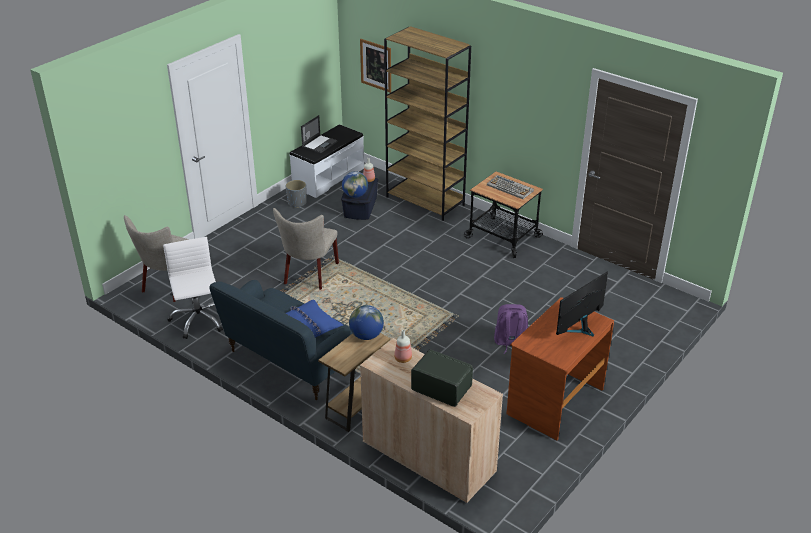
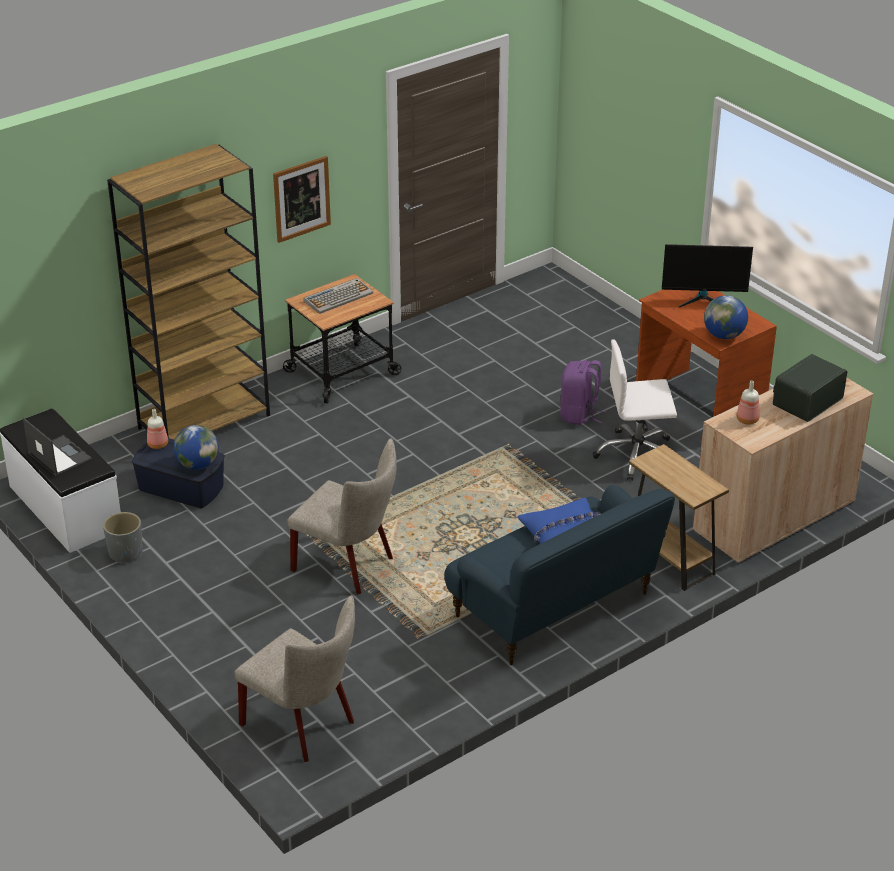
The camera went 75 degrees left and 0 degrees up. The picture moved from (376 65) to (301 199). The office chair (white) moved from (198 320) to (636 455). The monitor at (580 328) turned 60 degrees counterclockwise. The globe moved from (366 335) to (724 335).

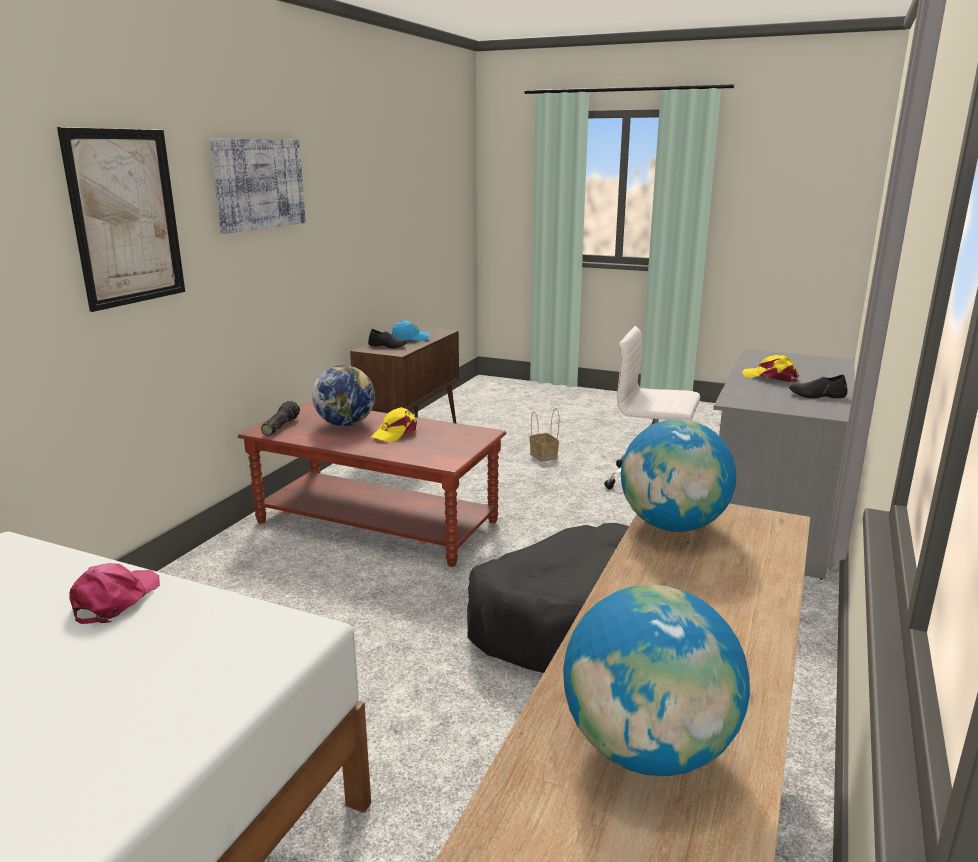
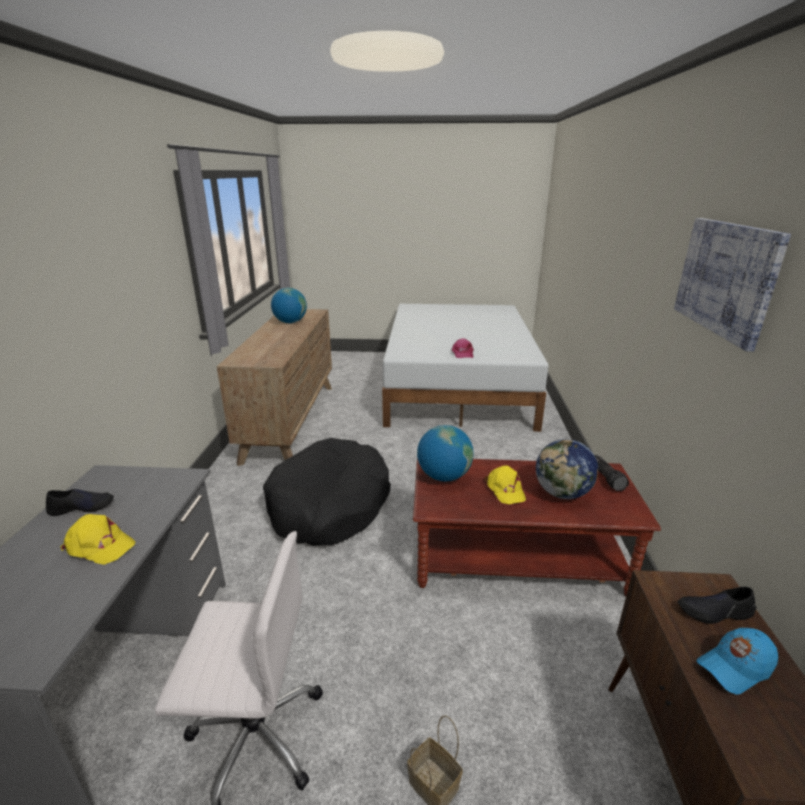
The camera went 160 degrees right and 5 degrees up. The globe moved from (673 525) to (443 476). The cap (yellow) at (395 433) turned 150 degrees clockwise. The picture at (126 217) disappeared.

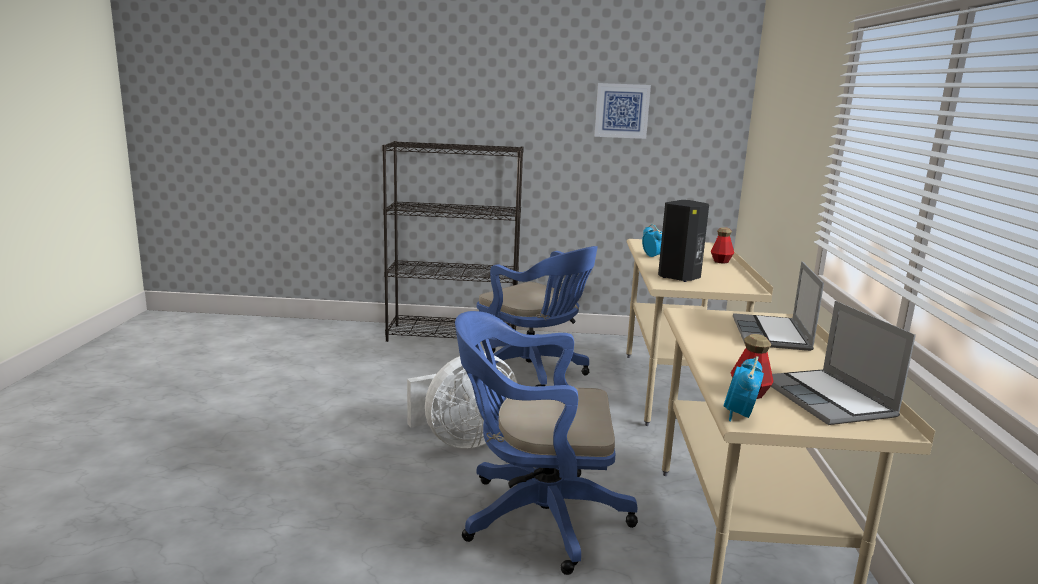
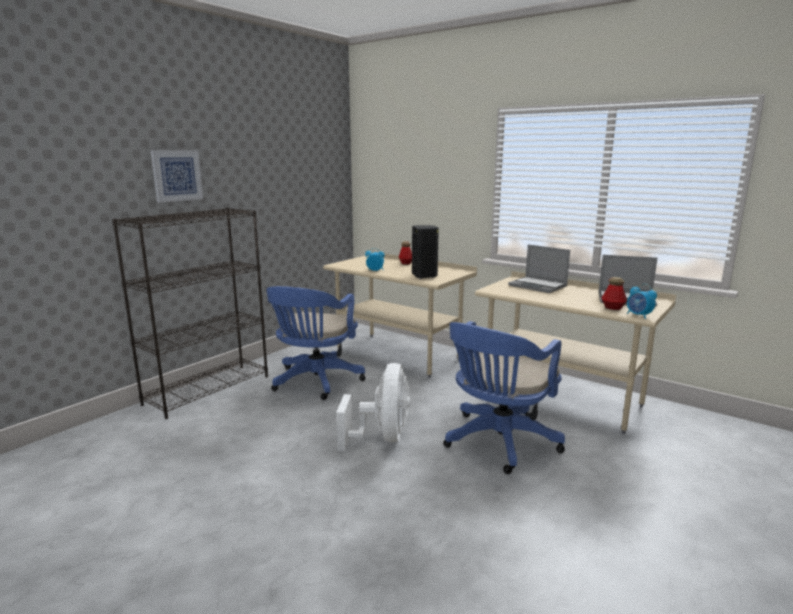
The camera went 55 degrees left and 0 degrees up. The picture moved from (621 111) to (177 175). The office chair (blue) at (534 371) turned 120 degrees clockwise.

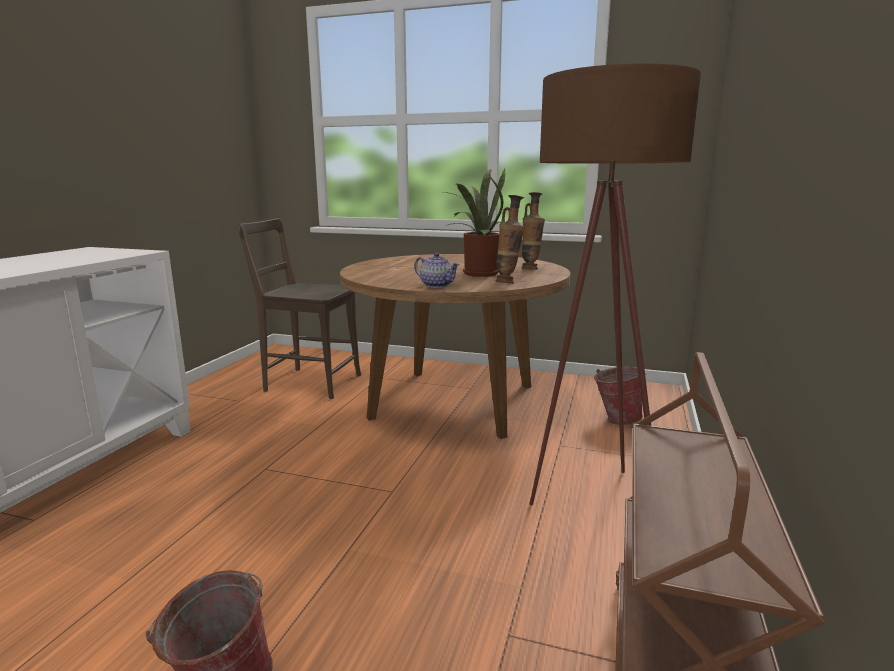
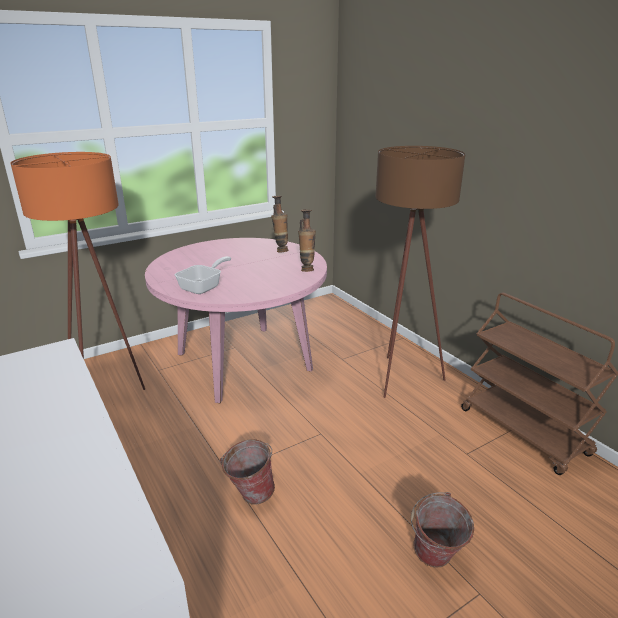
The camera went 50 degrees left and 10 degrees up. The chair (brown) at (308 382) was replaced by the floor lamp (orange) at (110 402). The dining table (brown) at (454 401) became the dining table (pink) at (243 361). The frying pan at (204 287) appeared. The bucket moved from (615 419) to (249 495). The teapot at (437 285) disappeared. The potted plant at (477 273) disappeared.

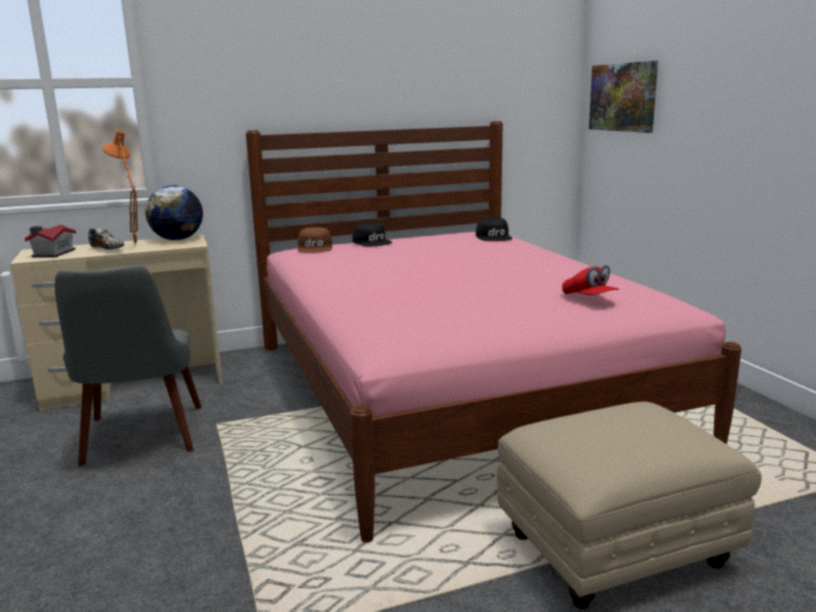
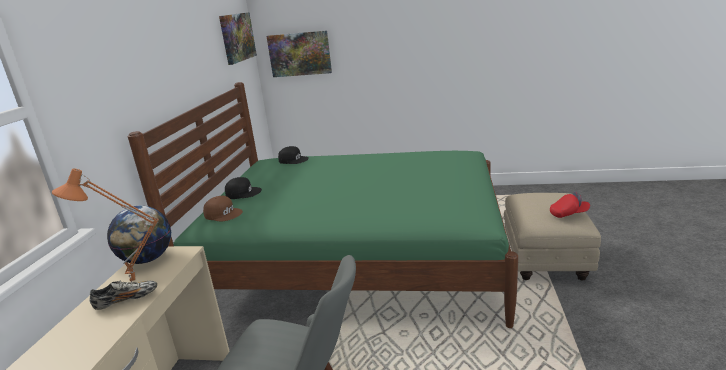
The camera went 60 degrees left and 5 degrees up. The bed (pink) at (451 392) became the bed (green) at (358 260). The picture at (237 37) appeared. The cap (red) moved from (589 298) to (569 214). The toy house at (52 253) disappeared.

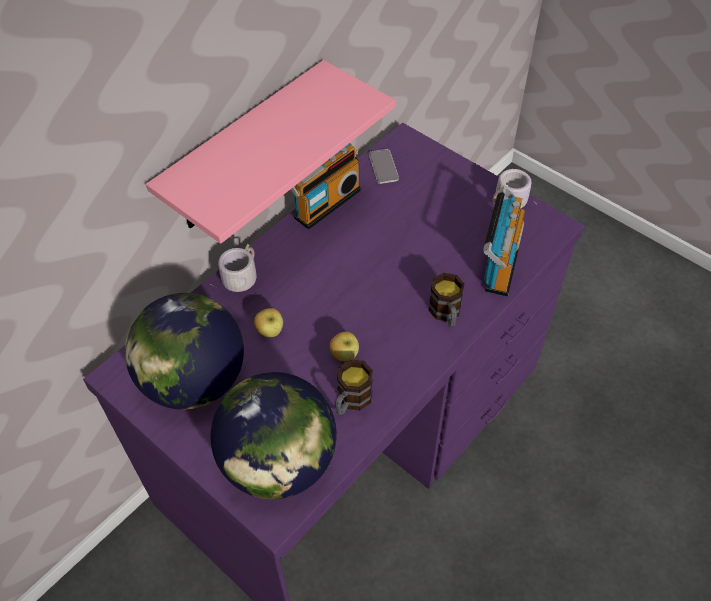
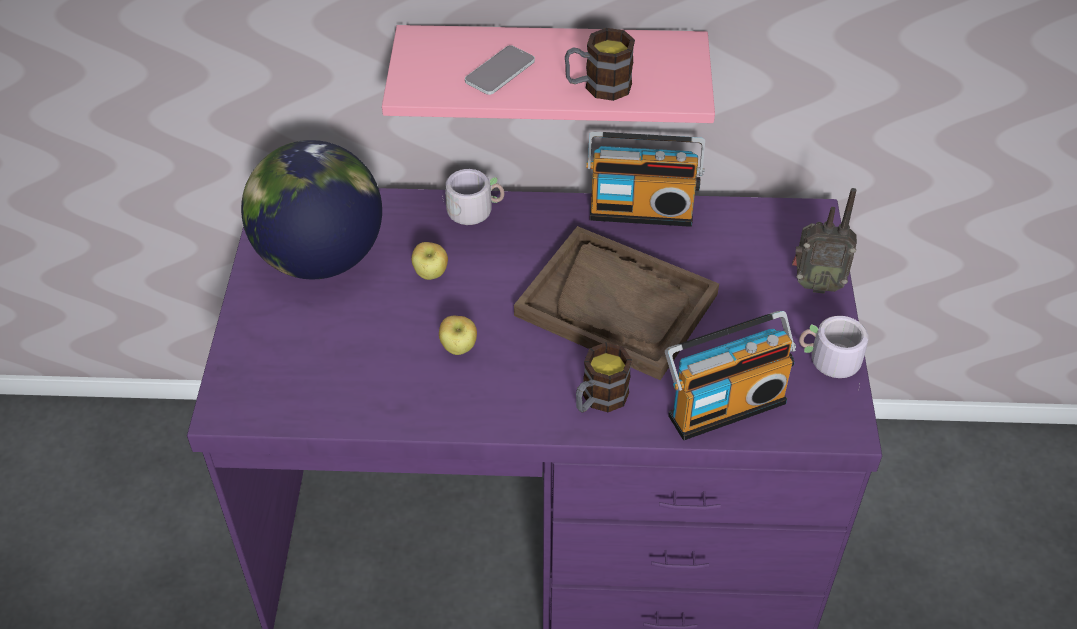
The camera went 50 degrees right and 5 degrees down. The phone moved from (383 167) to (500 71). The tray (brown) at (617 305) appeared. The mug moved from (351 401) to (598 86). The radio at (815 284) appeared. The globe at (279 463) disappeared.

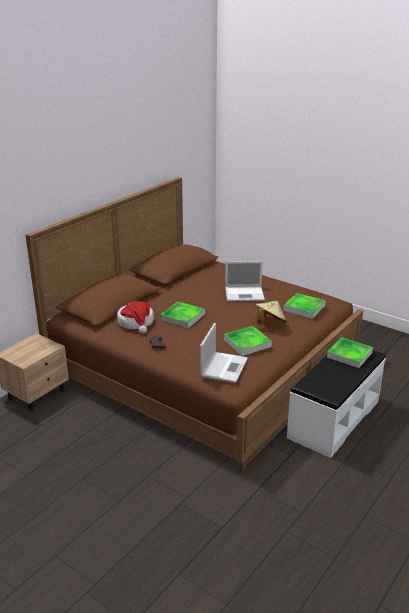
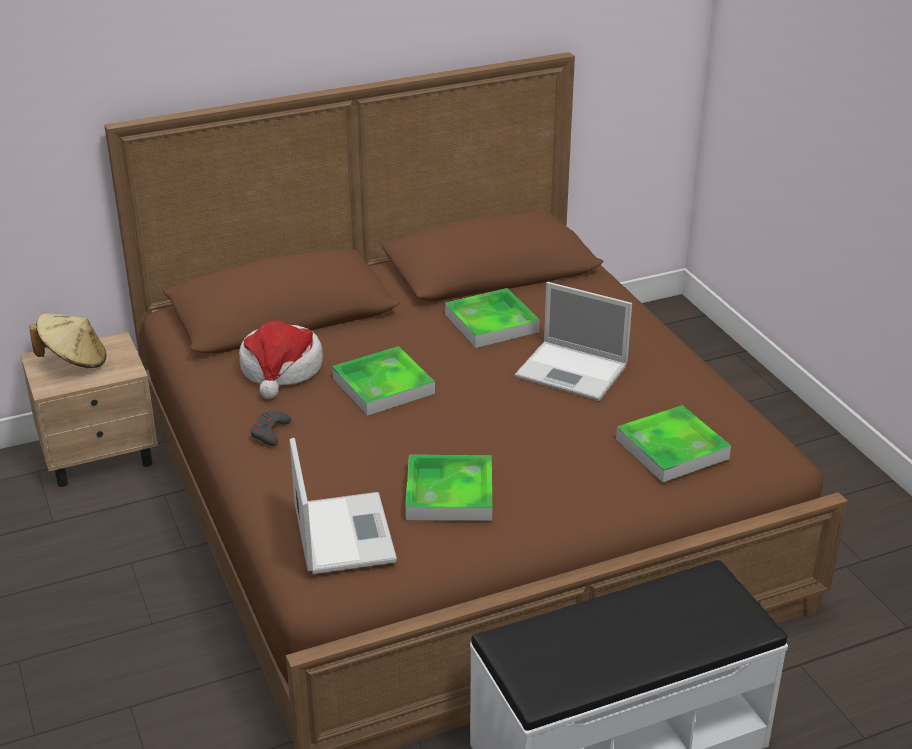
The camera went 30 degrees right and 5 degrees up. The hat (beige) moved from (269 323) to (74 361). The laptop at (224 367) turned 60 degrees counterclockwise. The tray moved from (349 355) to (491 323).

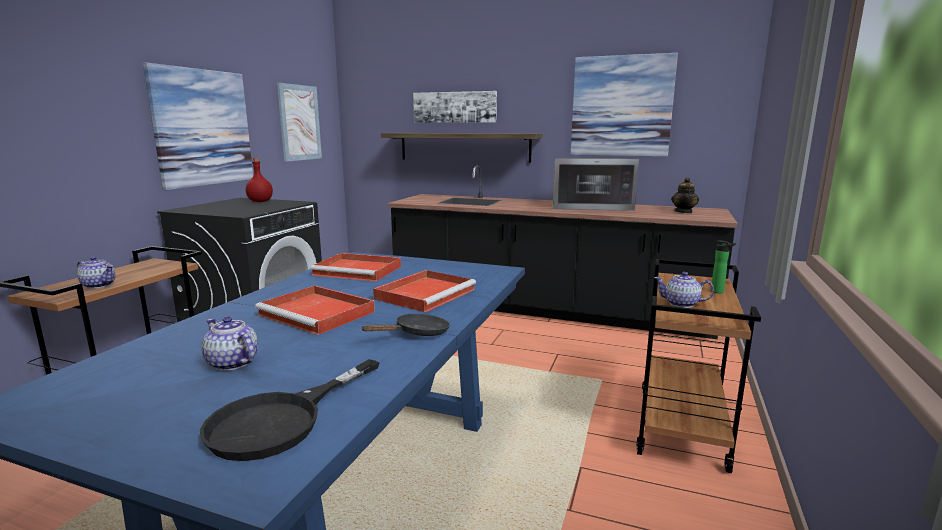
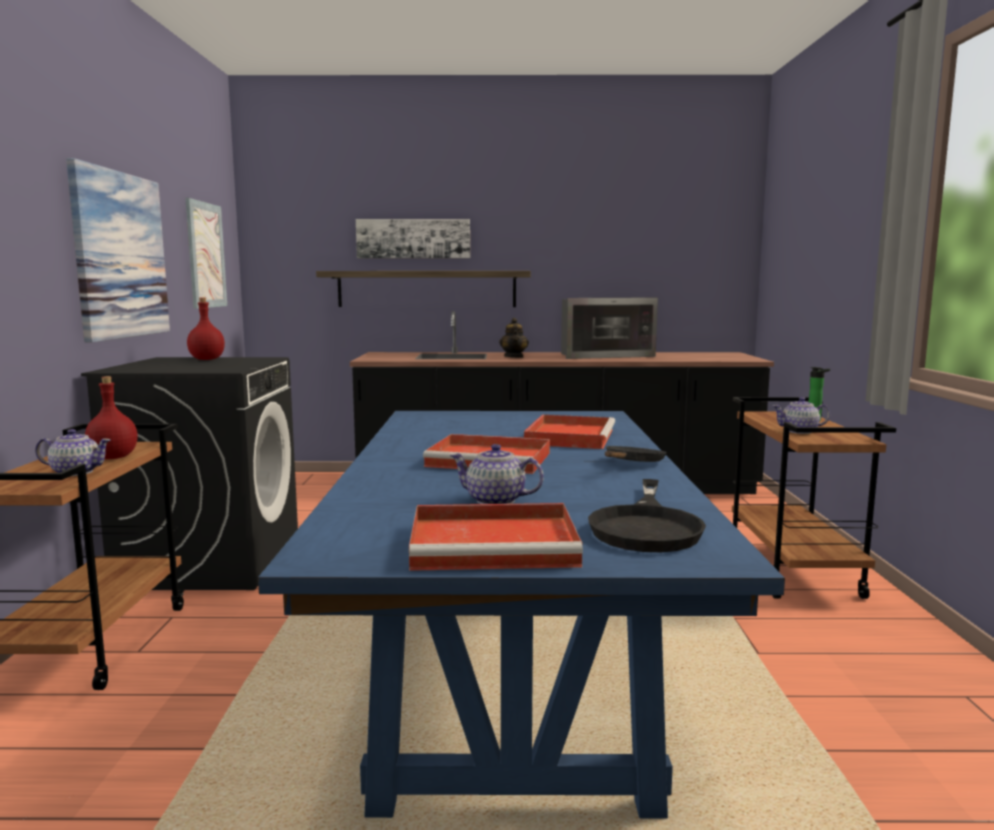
The camera went 20 degrees left and 5 degrees down. The bottle (red) at (114 457) appeared. The tray (red) moved from (359 270) to (497 544). The teapot moved from (683 212) to (514 357). The picture at (621 106) disappeared.

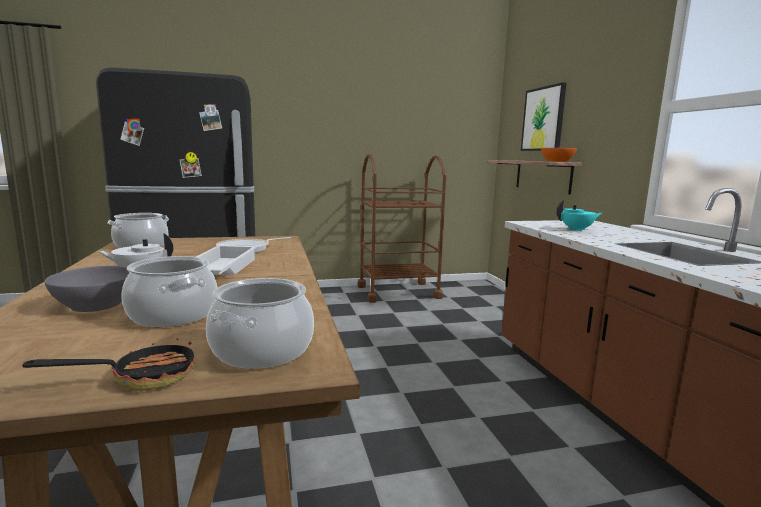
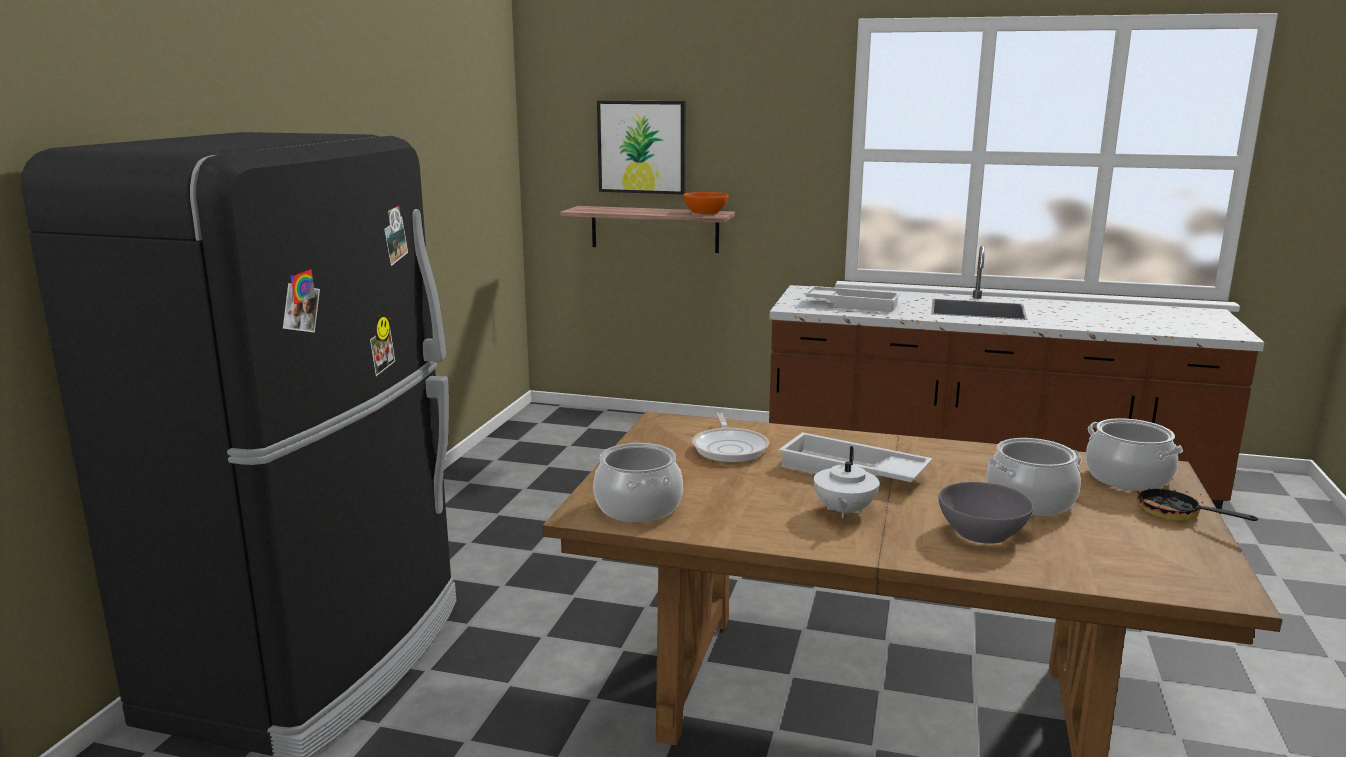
The camera went 60 degrees left and 5 degrees up. The teapot (turquoise) at (577 229) was replaced by the tray (white) at (852 304). The frying pan at (141 377) turned 45 degrees counterclockwise. The cart (brown) at (398 292) disappeared.

